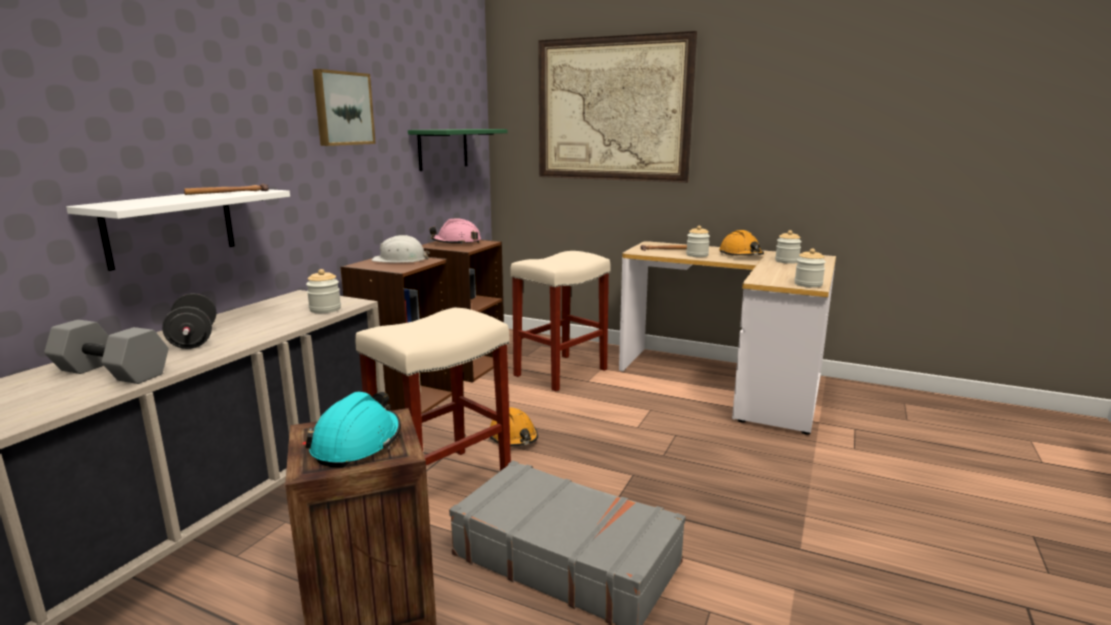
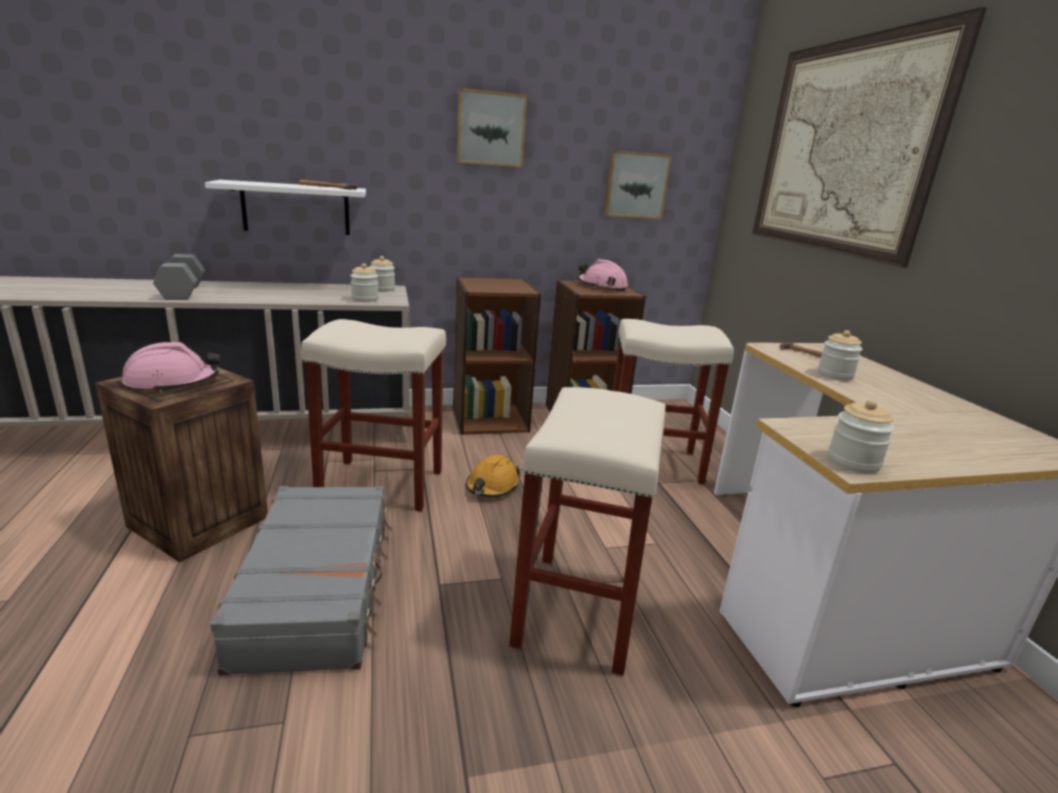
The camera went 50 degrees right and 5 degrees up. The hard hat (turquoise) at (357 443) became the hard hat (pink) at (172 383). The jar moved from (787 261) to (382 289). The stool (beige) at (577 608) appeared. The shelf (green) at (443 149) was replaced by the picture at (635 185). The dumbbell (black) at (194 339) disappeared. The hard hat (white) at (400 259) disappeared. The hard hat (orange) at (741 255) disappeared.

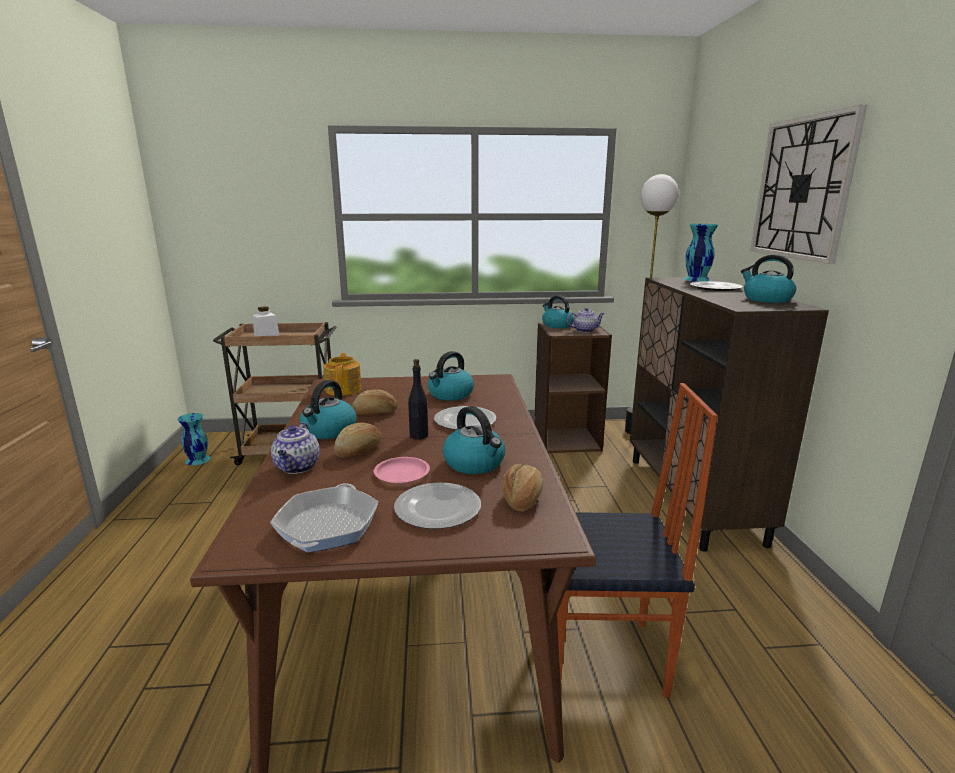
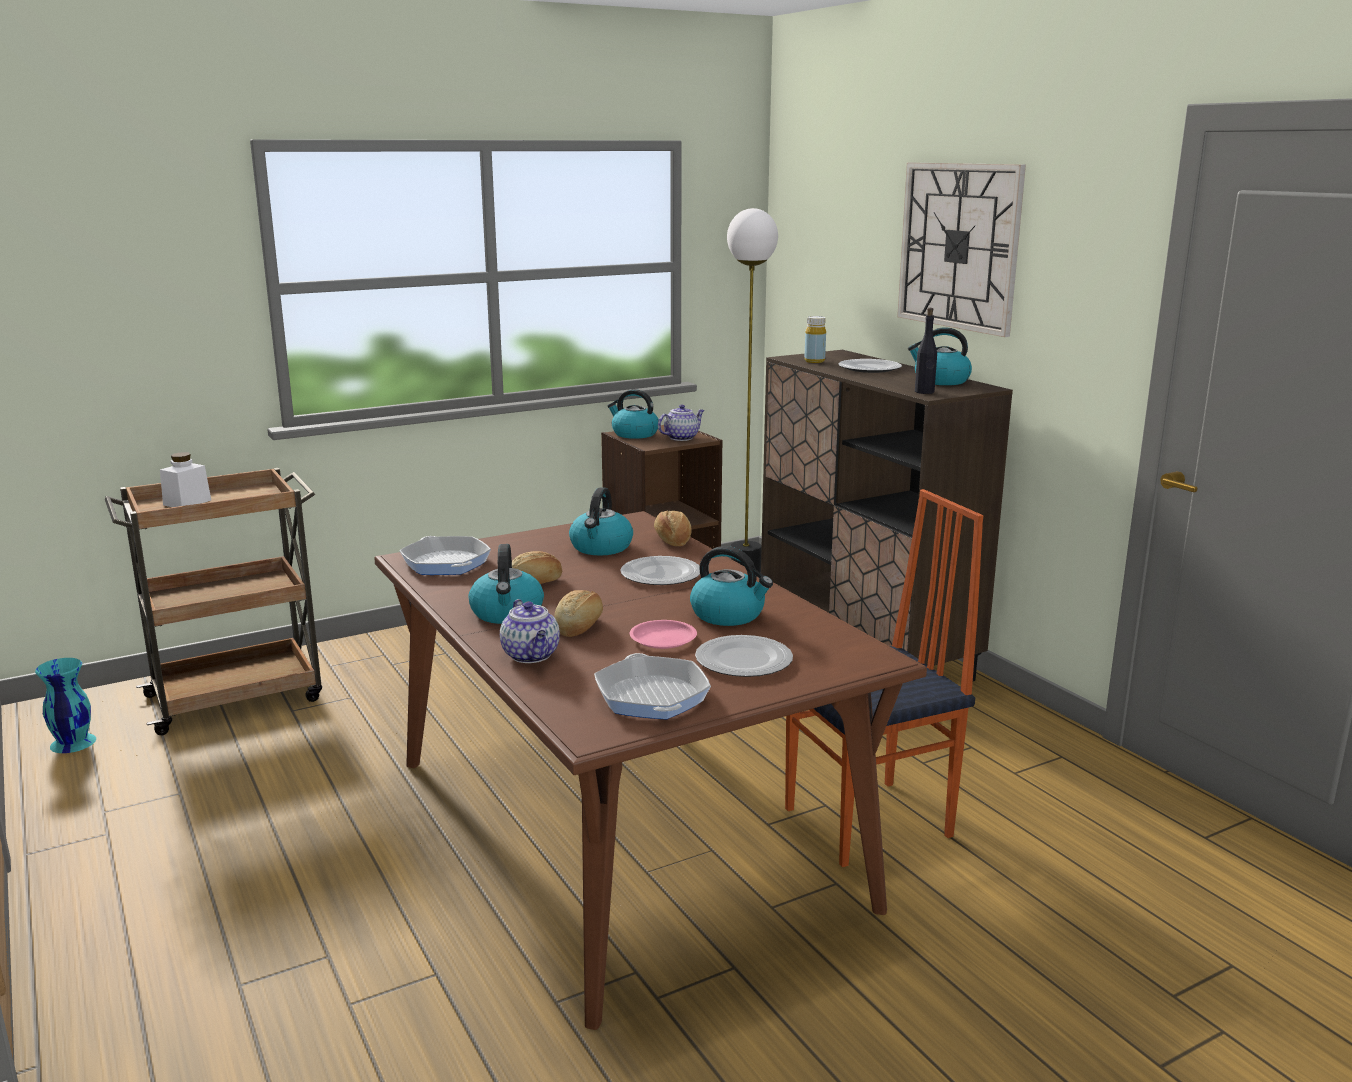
The camera went 25 degrees left and 0 degrees up. The teapot at (344 389) was replaced by the frying pan at (446 563). The bread moved from (522 499) to (672 540). The bottle (yellow) at (814 361) appeared. The bottle (black) moved from (418 436) to (924 392). The vase (turquoise) at (696 279) disappeared.

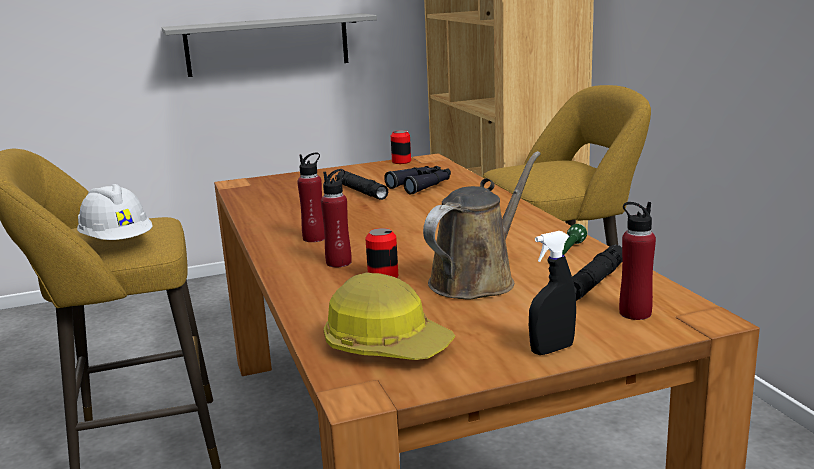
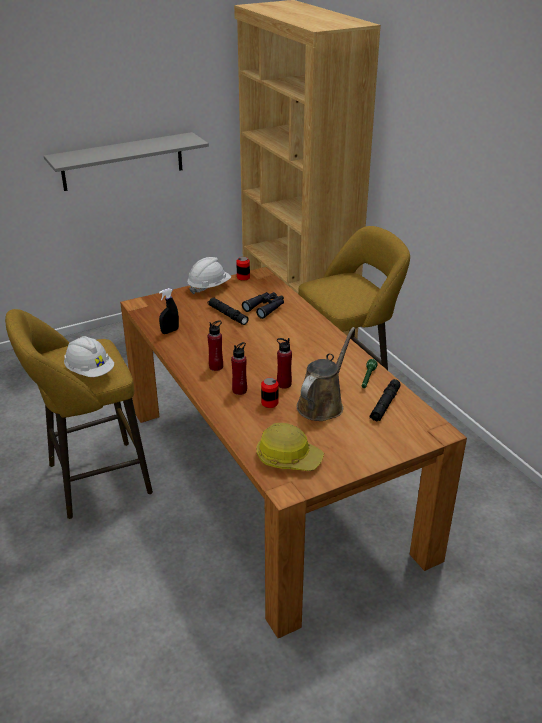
The camera went 10 degrees left and 15 degrees up. The spray bottle (black) moved from (552 349) to (170 331). The hard hat (white) at (209 287) appeared. The bottle (red) moved from (635 313) to (284 384).

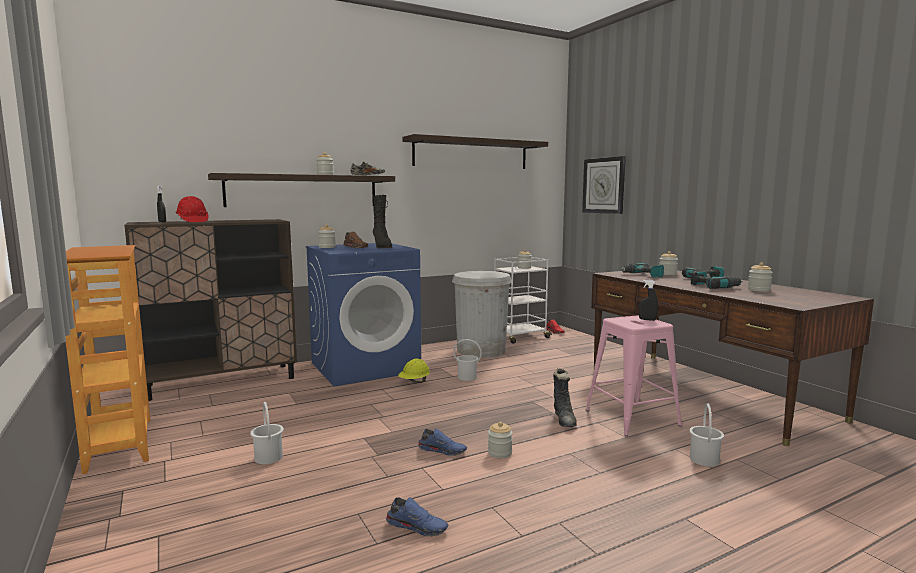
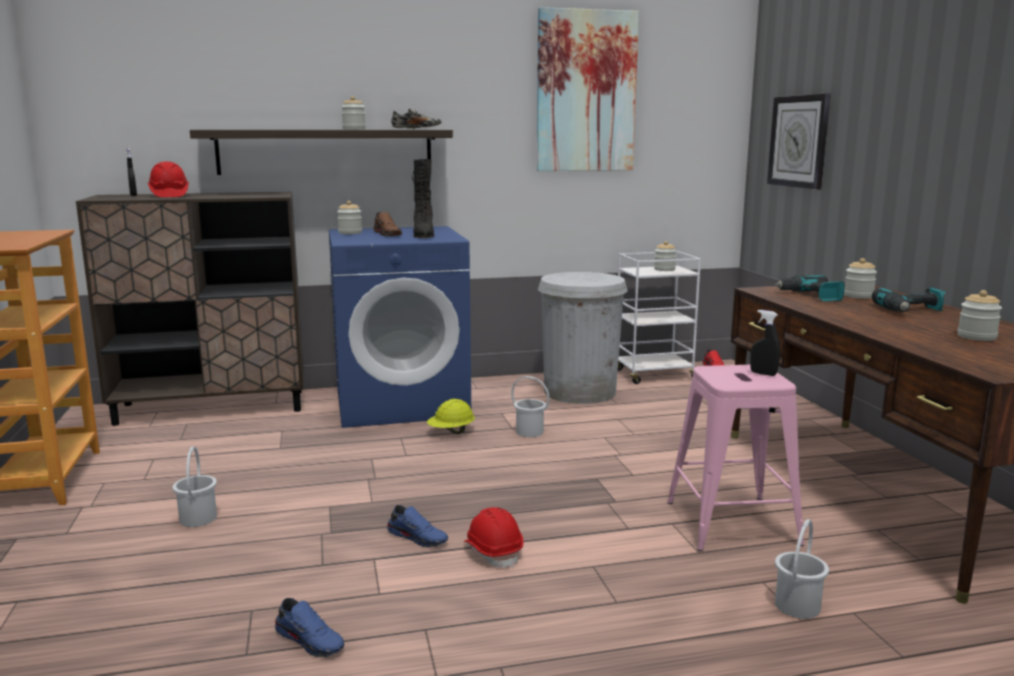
The camera went 15 degrees right and 5 degrees up. The jar at (500 453) was replaced by the hard hat (red) at (493 552). The shelf at (471 154) was replaced by the picture at (586 92). The boot (black) at (564 420) disappeared. The power drill at (714 287) disappeared.

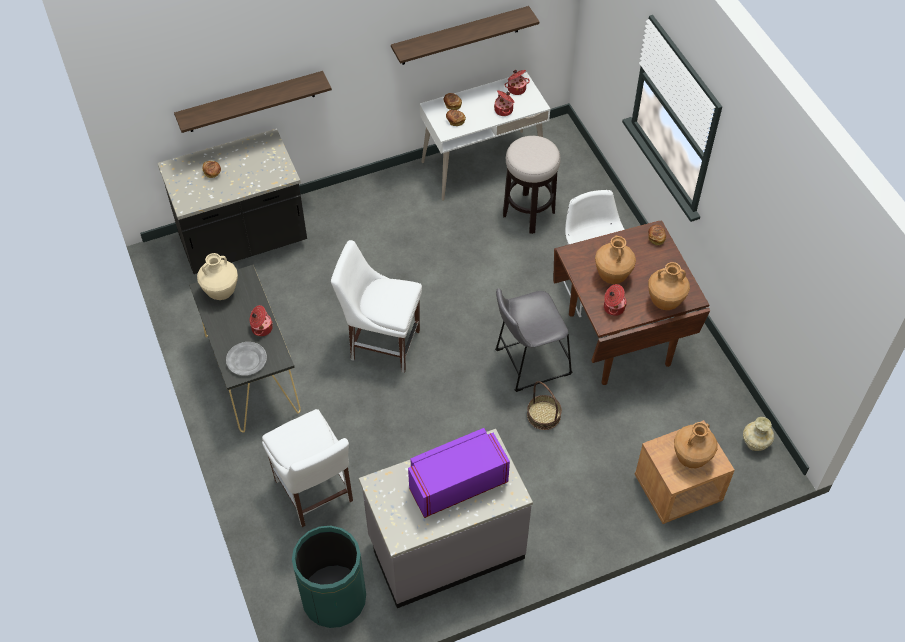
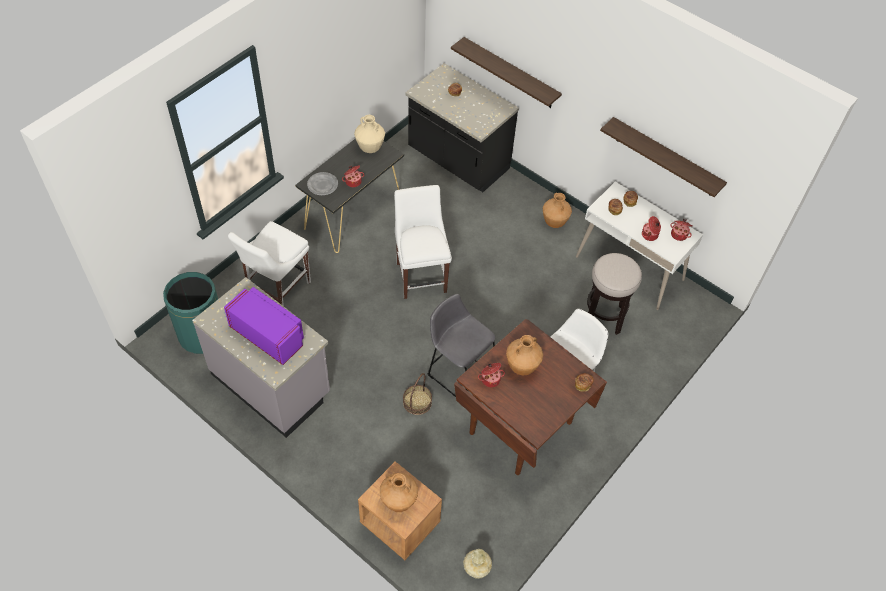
The camera went 60 degrees right and 0 degrees up. The vase (brown) moved from (664 302) to (554 222).

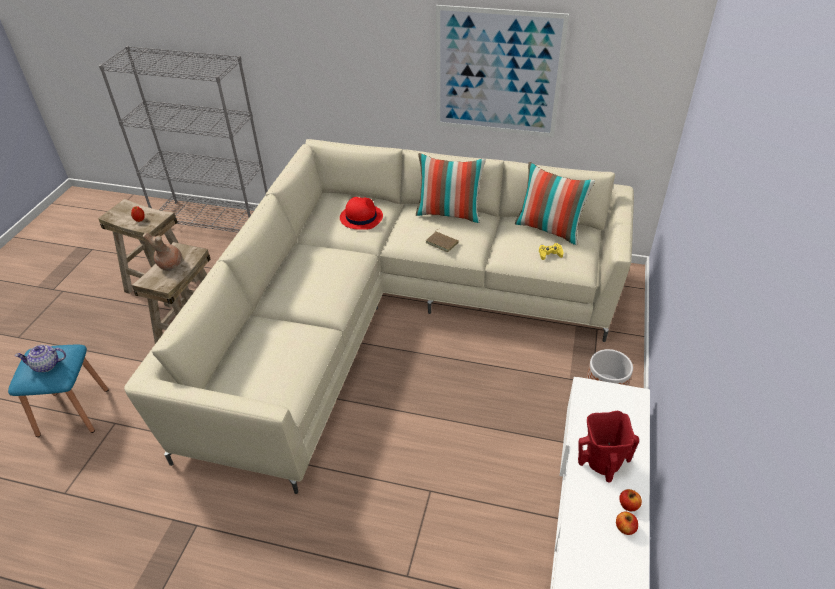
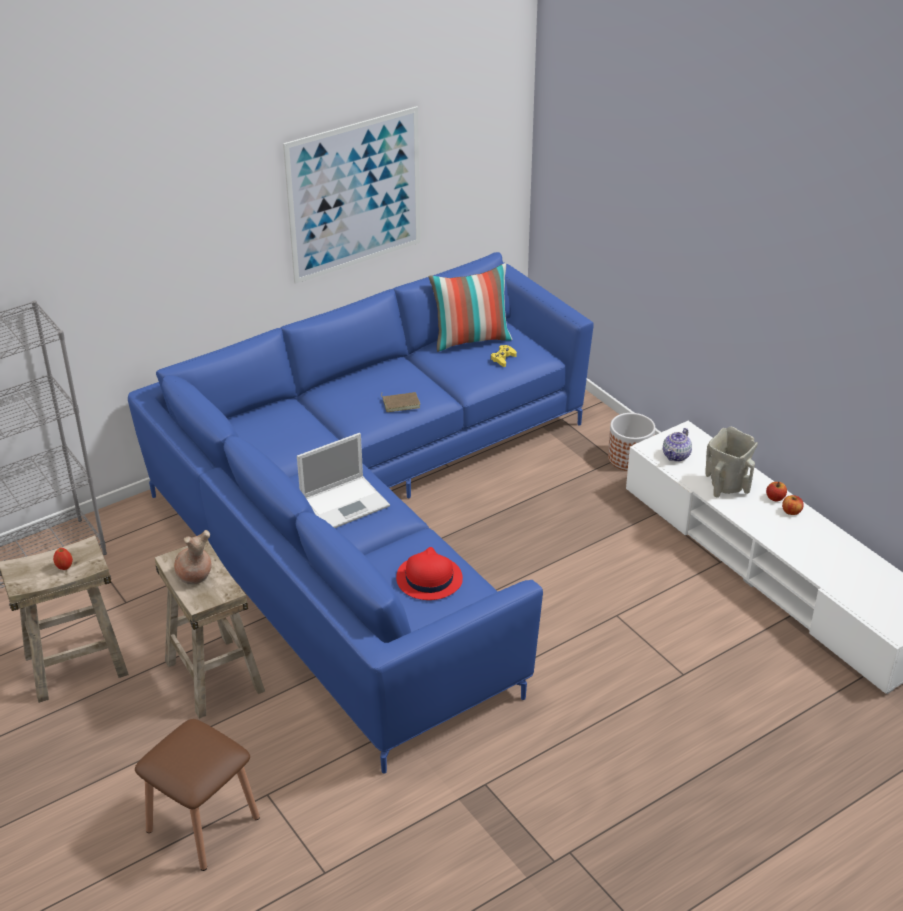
The camera went 50 degrees left and 5 degrees down. The sofa (beige) at (387 313) became the sofa (blue) at (371 523). The stool (blue) at (73 412) became the stool (brown) at (203 824). The laptop at (346 502) appeared. The hat (red) moved from (361 217) to (428 579). The teapot moved from (47 365) to (676 455). The vase (red) at (601 462) became the vase (beige) at (726 486). The pillow at (449 214) disappeared.

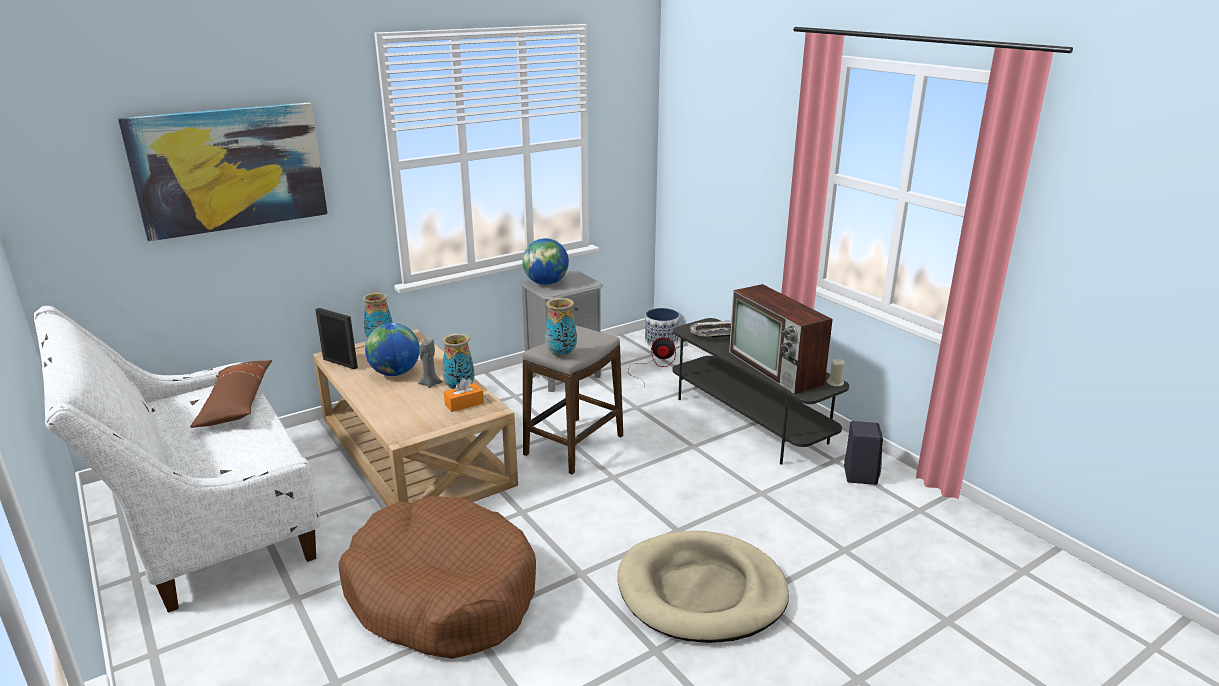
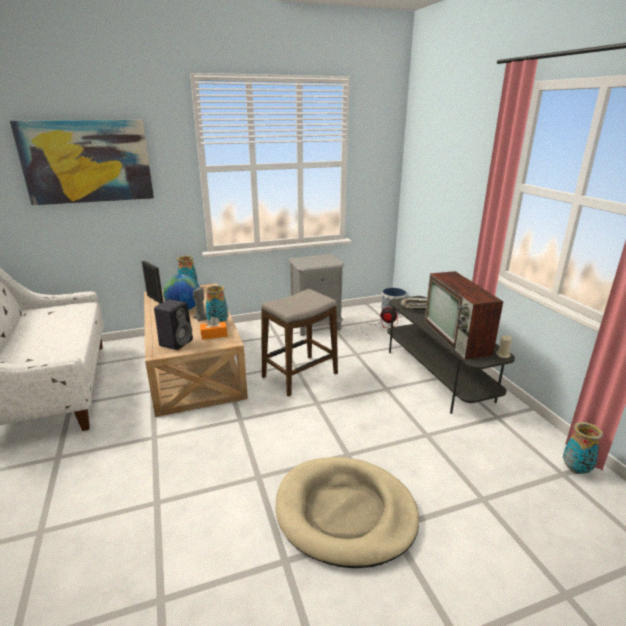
The camera went 15 degrees right and 0 degrees up. The speaker (black) moved from (859 474) to (176 342). The vase moved from (561 354) to (575 469). The pillow (brown) at (236 404) disappeared. The dog bed (brown) at (442 594) disappeared. The globe at (546 283) disappeared.

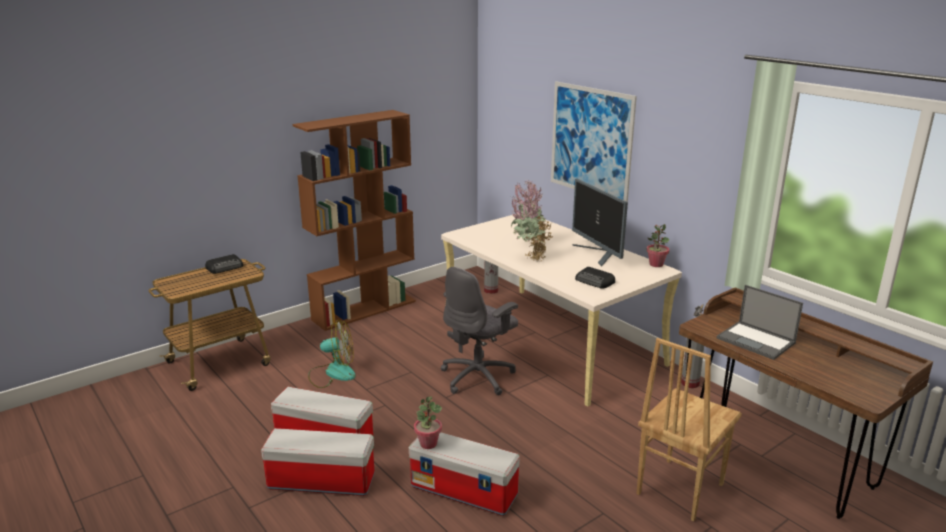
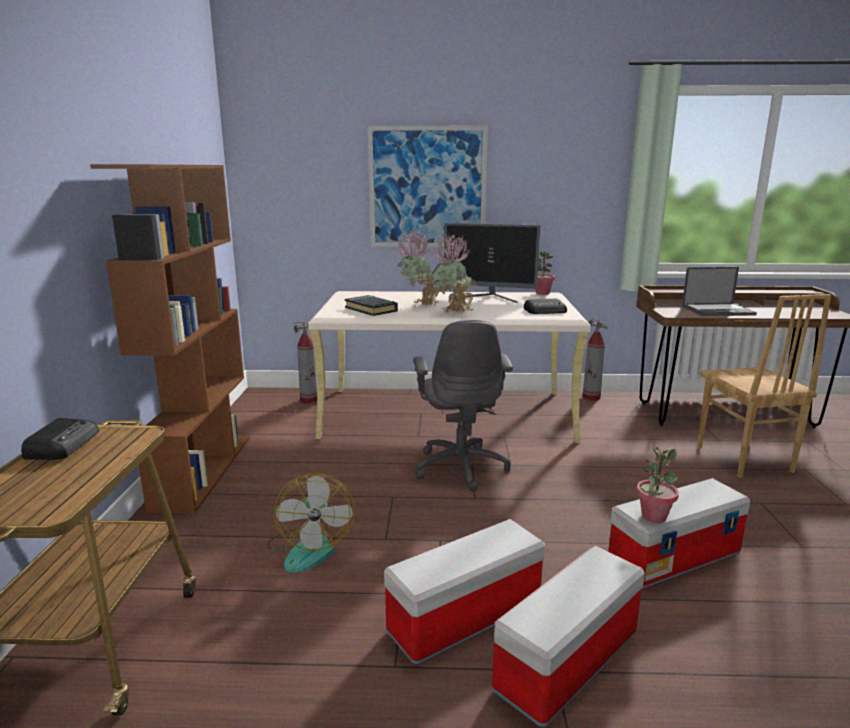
The camera went 50 degrees left and 5 degrees down. The fan at (332 373) turned 135 degrees clockwise. The book (black) at (371 309) appeared.

